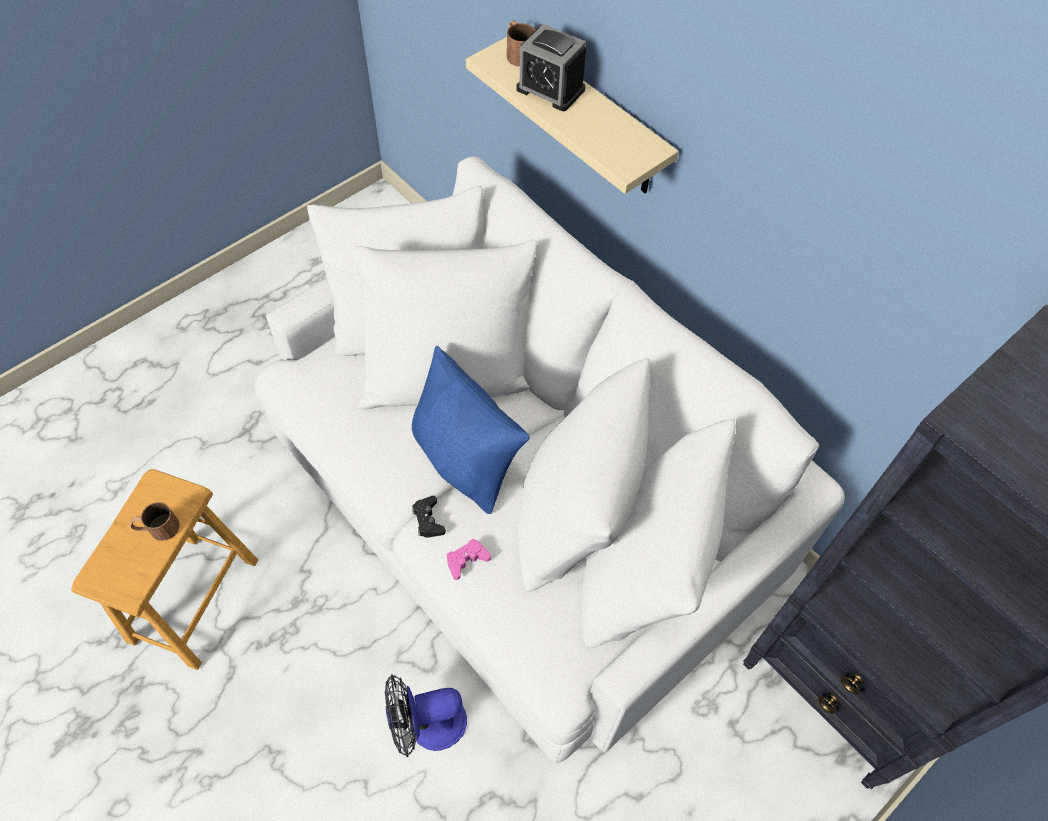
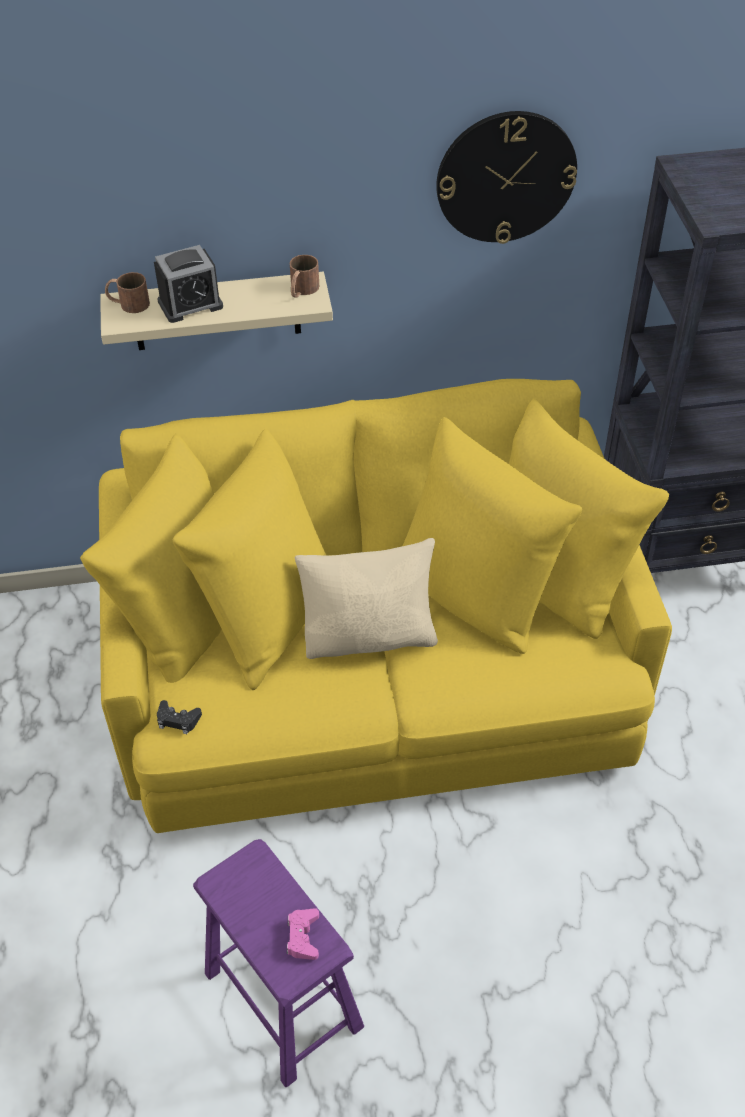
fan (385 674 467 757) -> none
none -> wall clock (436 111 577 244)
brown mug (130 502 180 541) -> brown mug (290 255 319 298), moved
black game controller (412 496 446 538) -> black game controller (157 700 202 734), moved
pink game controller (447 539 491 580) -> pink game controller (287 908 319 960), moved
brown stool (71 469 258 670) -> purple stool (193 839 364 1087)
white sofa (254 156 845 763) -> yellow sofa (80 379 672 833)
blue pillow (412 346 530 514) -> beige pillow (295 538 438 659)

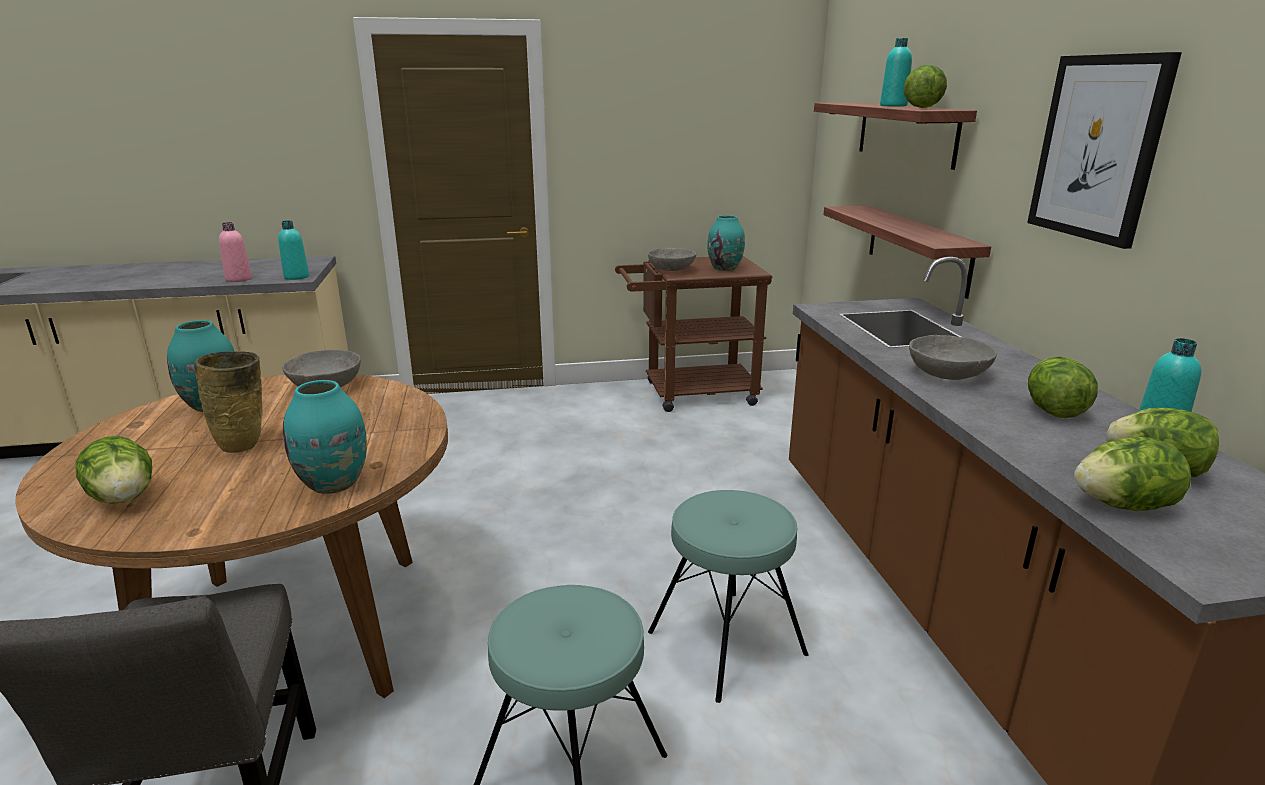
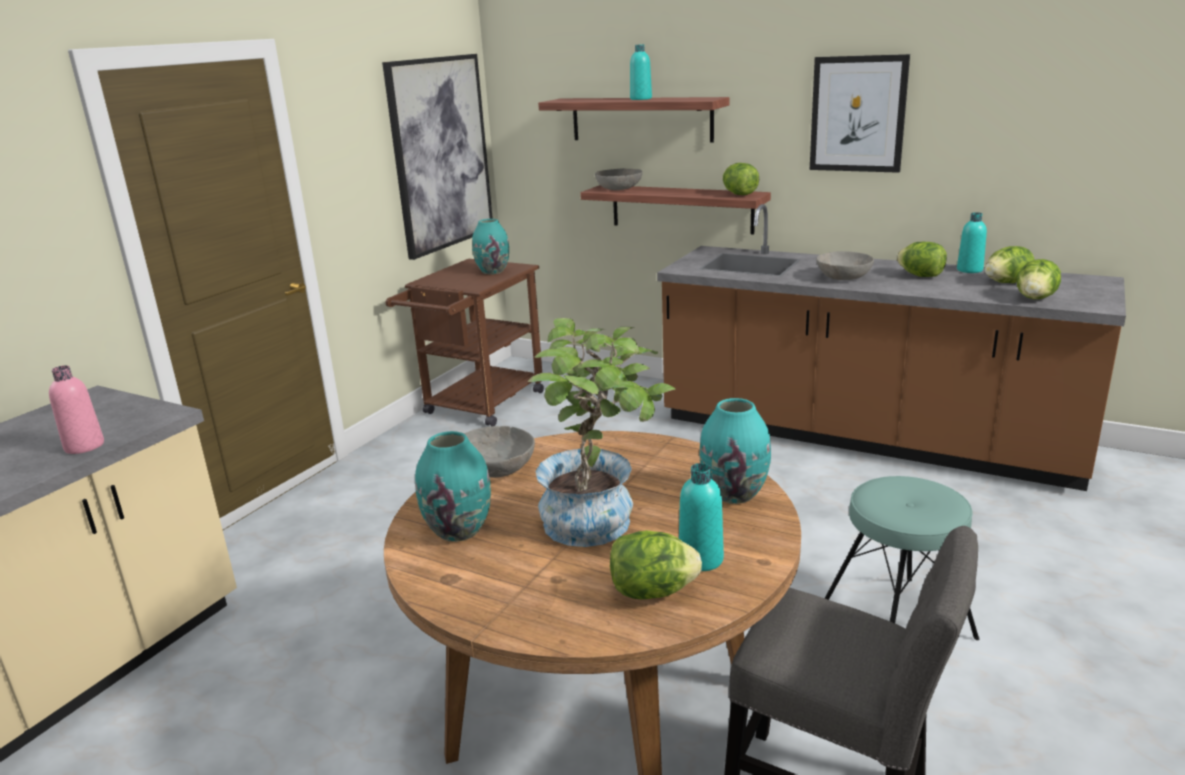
turquoise stool (648 490 809 703) -> none
none -> picture (382 54 493 260)
turquoise bottle (278 220 309 280) -> turquoise bottle (679 463 724 571), moved
grey bowl (648 248 696 271) -> grey bowl (595 168 643 190), moved
lettuce (904 65 947 108) -> lettuce (722 163 759 195), moved
beige vase (194 351 263 453) -> potted plant (528 318 675 547)

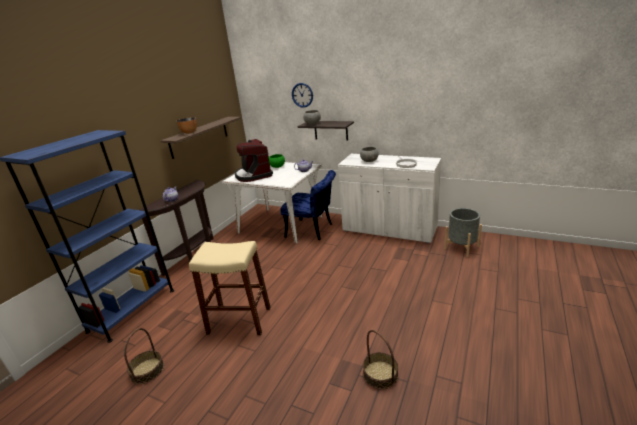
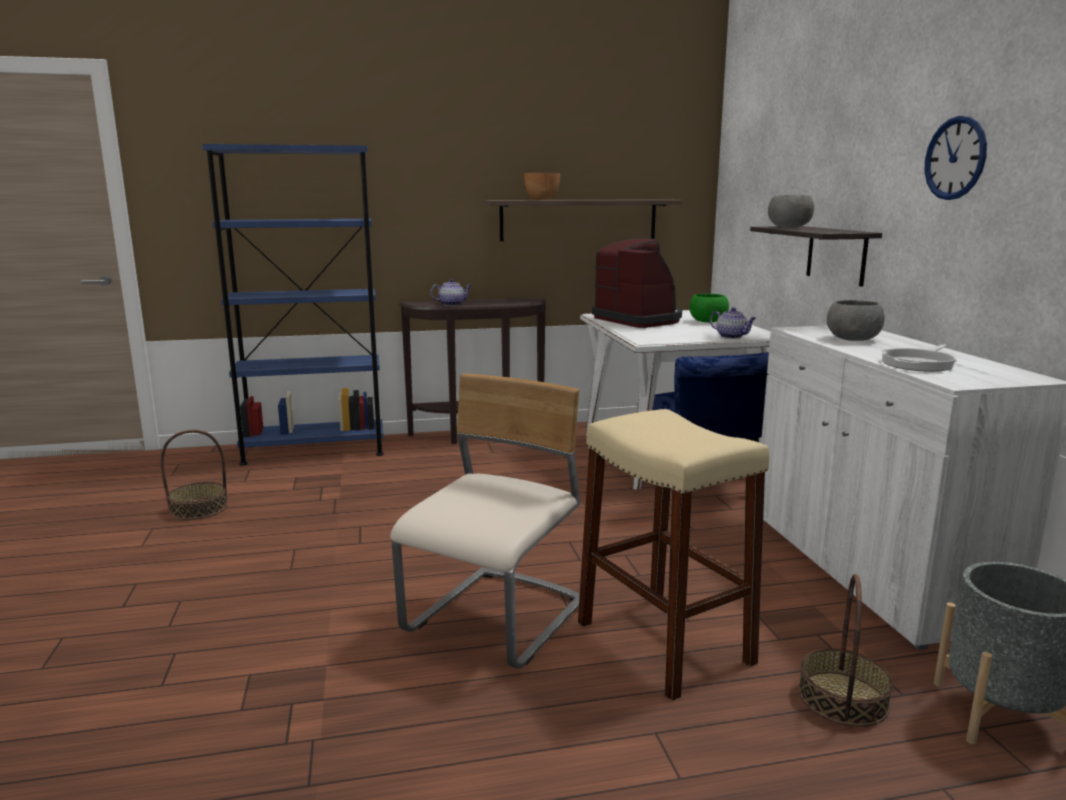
none -> beige chair (390 373 580 669)
beige stool (189 241 270 335) -> beige stool (578 409 770 701), moved
wall clock (292 83 313 108) -> wall clock (925 116 987 200), moved
basket (363 330 398 389) -> basket (798 574 893 727), moved
coffee machine (235 139 273 182) -> coffee machine (592 238 682 328), 120 degrees clockwise

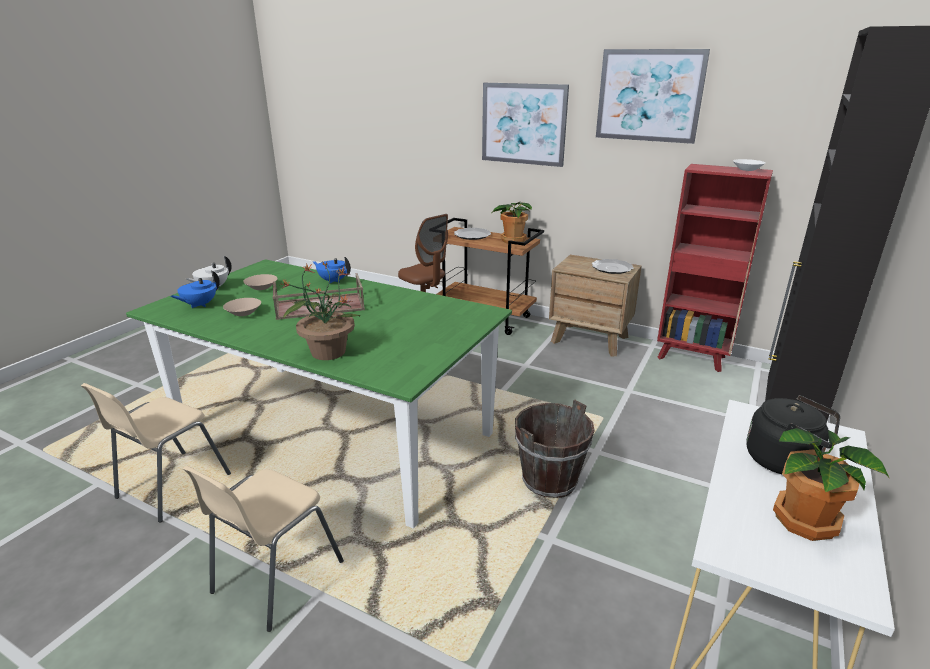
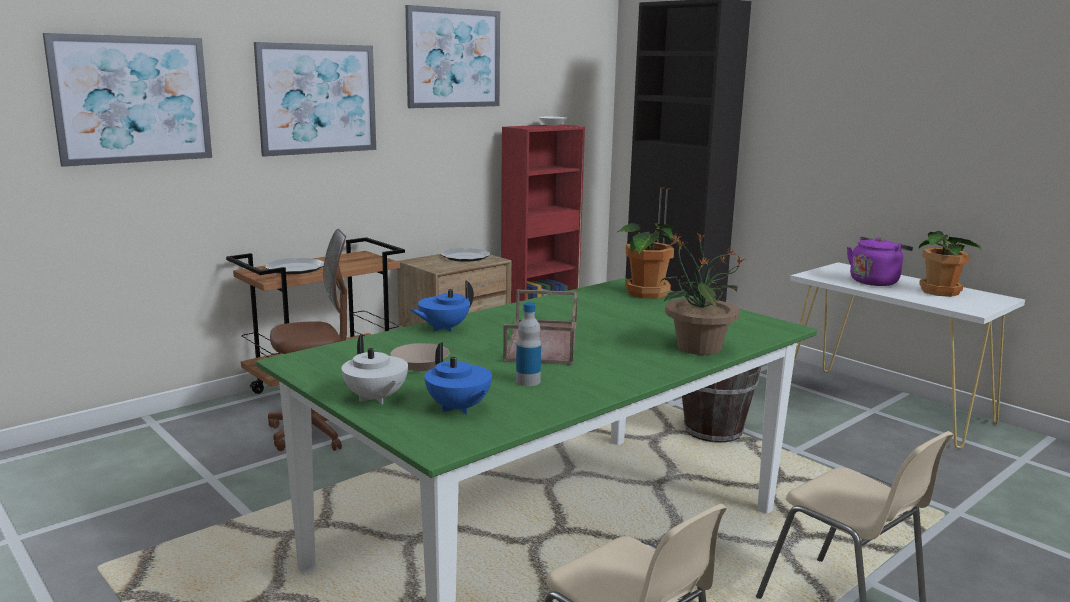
none -> picture (43 33 212 167)
potted plant (492 202 532 243) -> potted plant (617 223 680 298), moved
beige bowl (223 298 261 316) -> bottle (516 302 541 386)
black kettle (747 395 840 474) -> purple kettle (847 236 913 286)

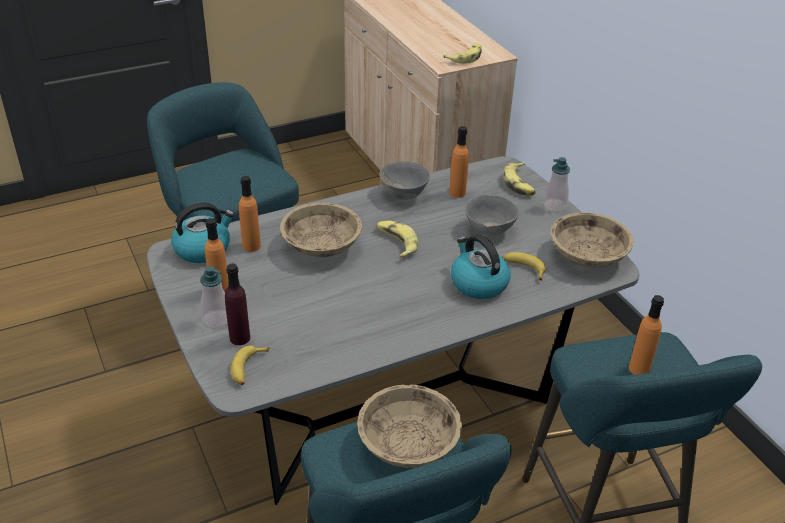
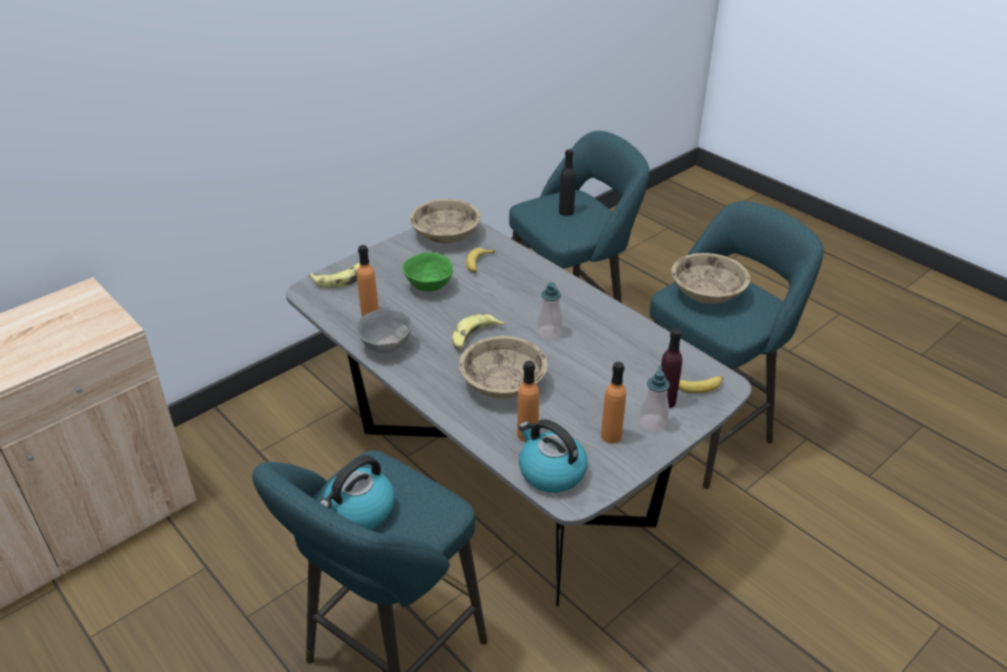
banana (443 43 482 64) -> none
kettle (451 234 511 299) -> kettle (320 455 395 530), moved
soap dispenser (543 157 570 212) -> soap dispenser (537 282 563 340), moved
grey bowl (465 195 519 236) -> green bowl (402 252 453 292)
orange bottle (629 295 664 375) -> black bottle (559 149 576 216)

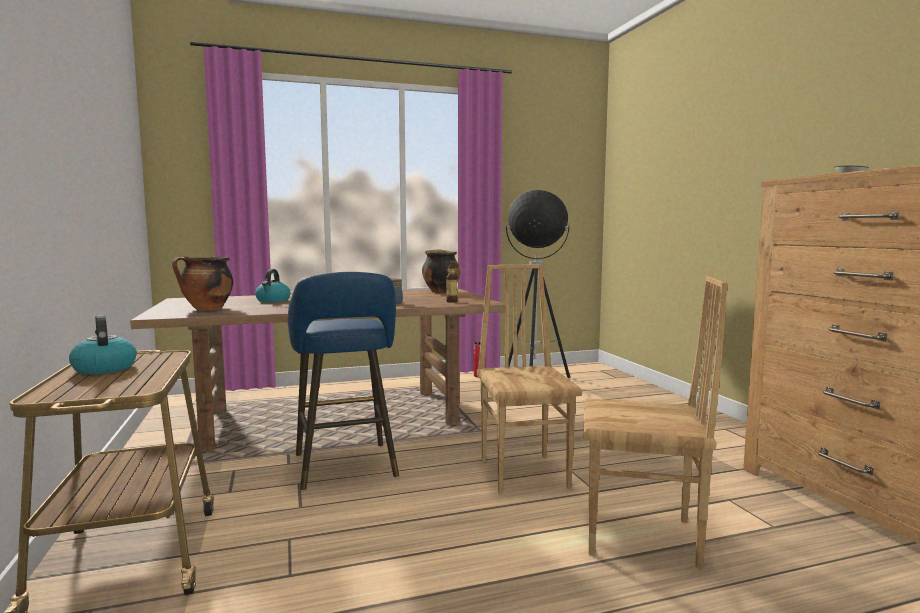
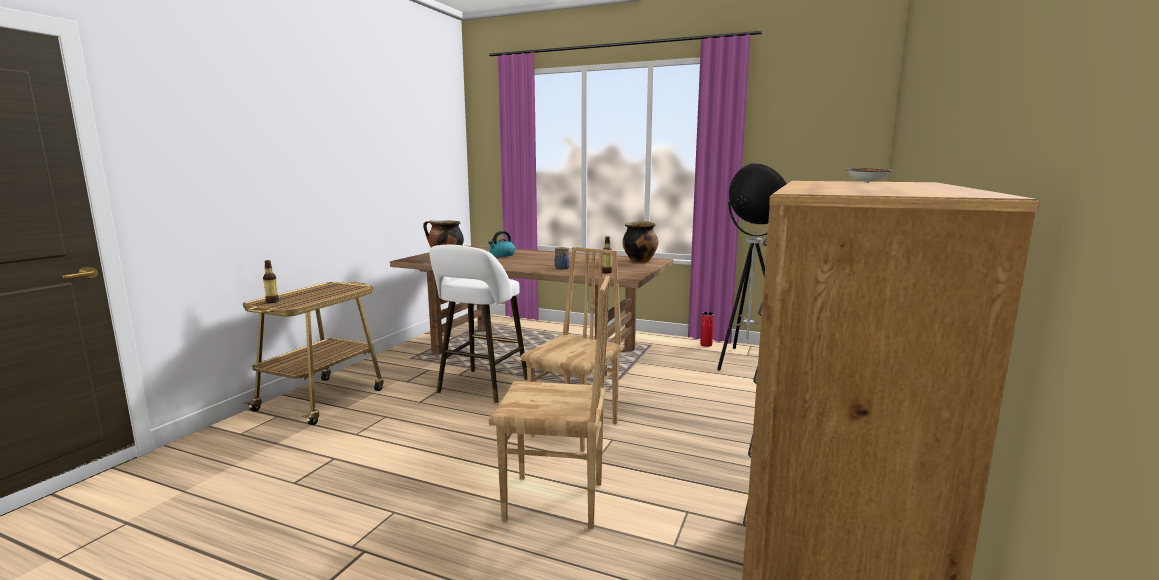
kettle (69 315 137 374) -> none
none -> bottle (263 260 279 303)
blue stool (288 272 399 490) -> white stool (429 245 527 403)
brown chair (583 276 728 569) -> brown chair (489 275 610 529), 45 degrees counterclockwise

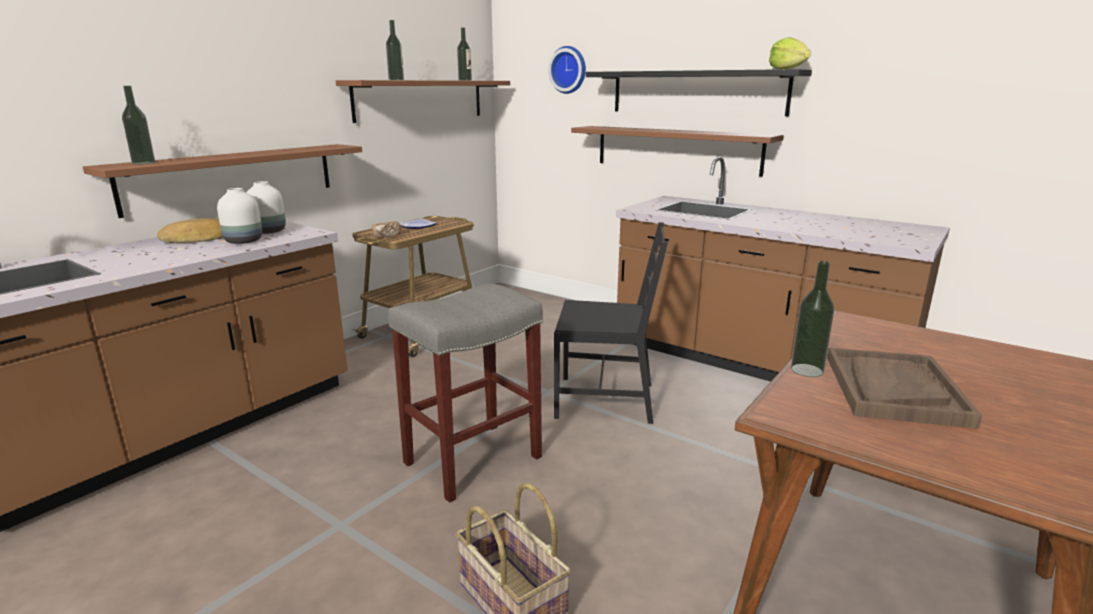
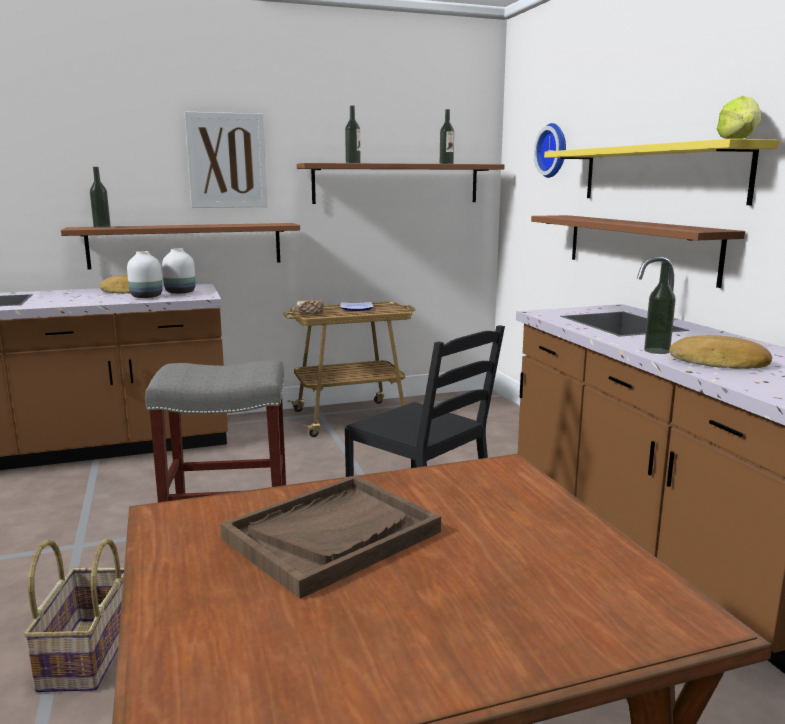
none -> picture (185 112 267 208)
none -> bread (669 335 772 369)
bottle (791 261 834 377) -> bottle (644 261 676 354), moved
black shelf (586 69 812 116) -> yellow shelf (544 139 779 205)

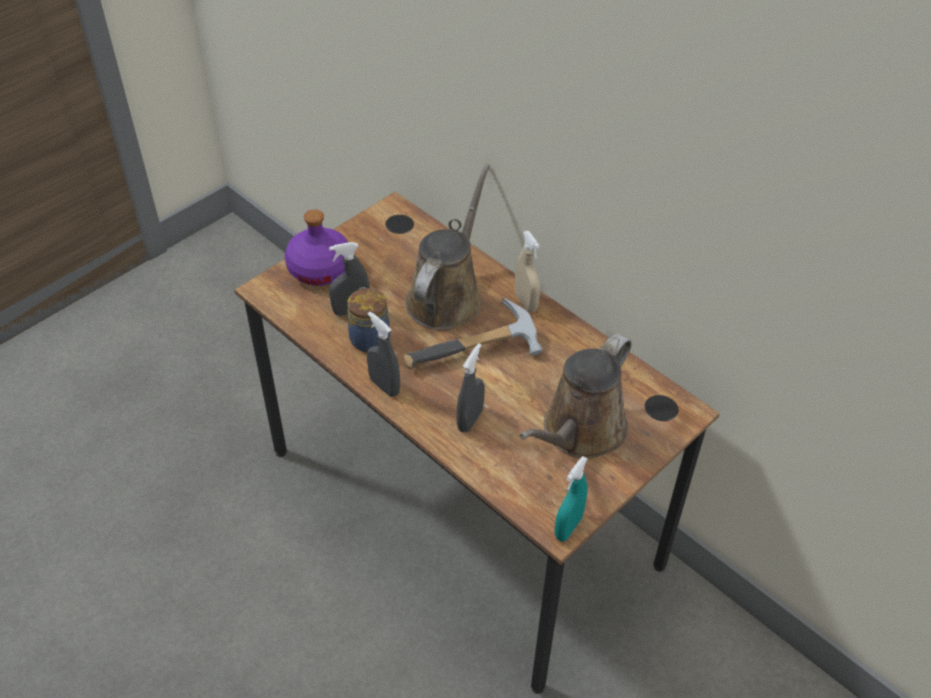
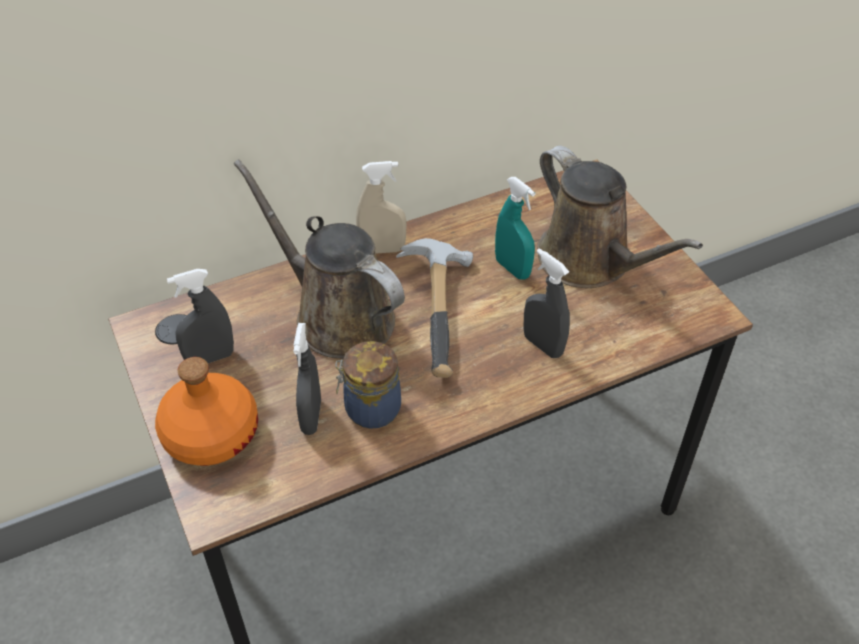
grey spray bottle (367 312 400 397) -> grey spray bottle (167 269 234 363), moved
turquoise spray bottle (554 456 587 542) -> turquoise spray bottle (495 177 535 280), moved
purple bottle (285 210 349 286) -> orange bottle (155 357 258 466)

